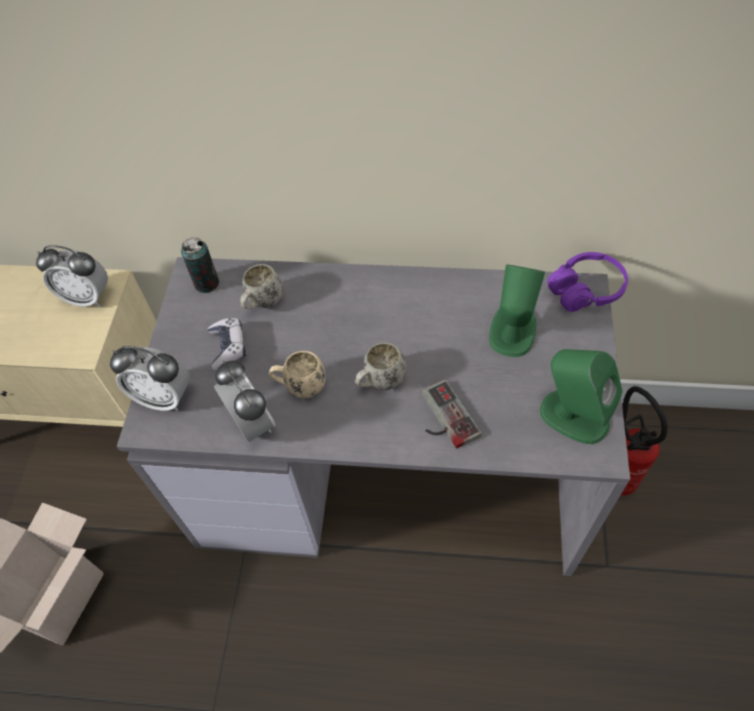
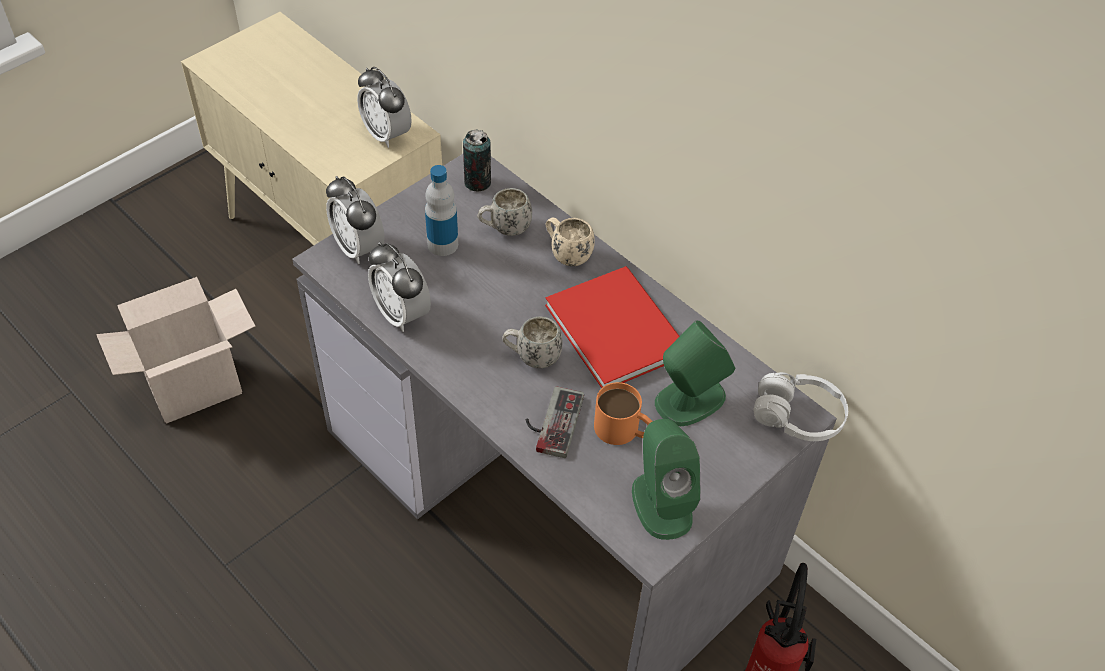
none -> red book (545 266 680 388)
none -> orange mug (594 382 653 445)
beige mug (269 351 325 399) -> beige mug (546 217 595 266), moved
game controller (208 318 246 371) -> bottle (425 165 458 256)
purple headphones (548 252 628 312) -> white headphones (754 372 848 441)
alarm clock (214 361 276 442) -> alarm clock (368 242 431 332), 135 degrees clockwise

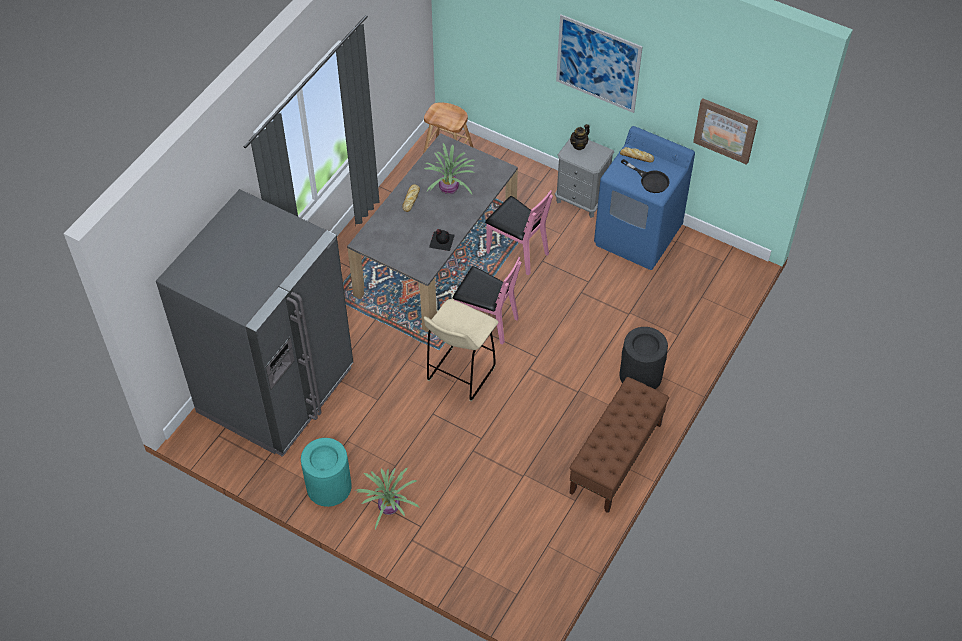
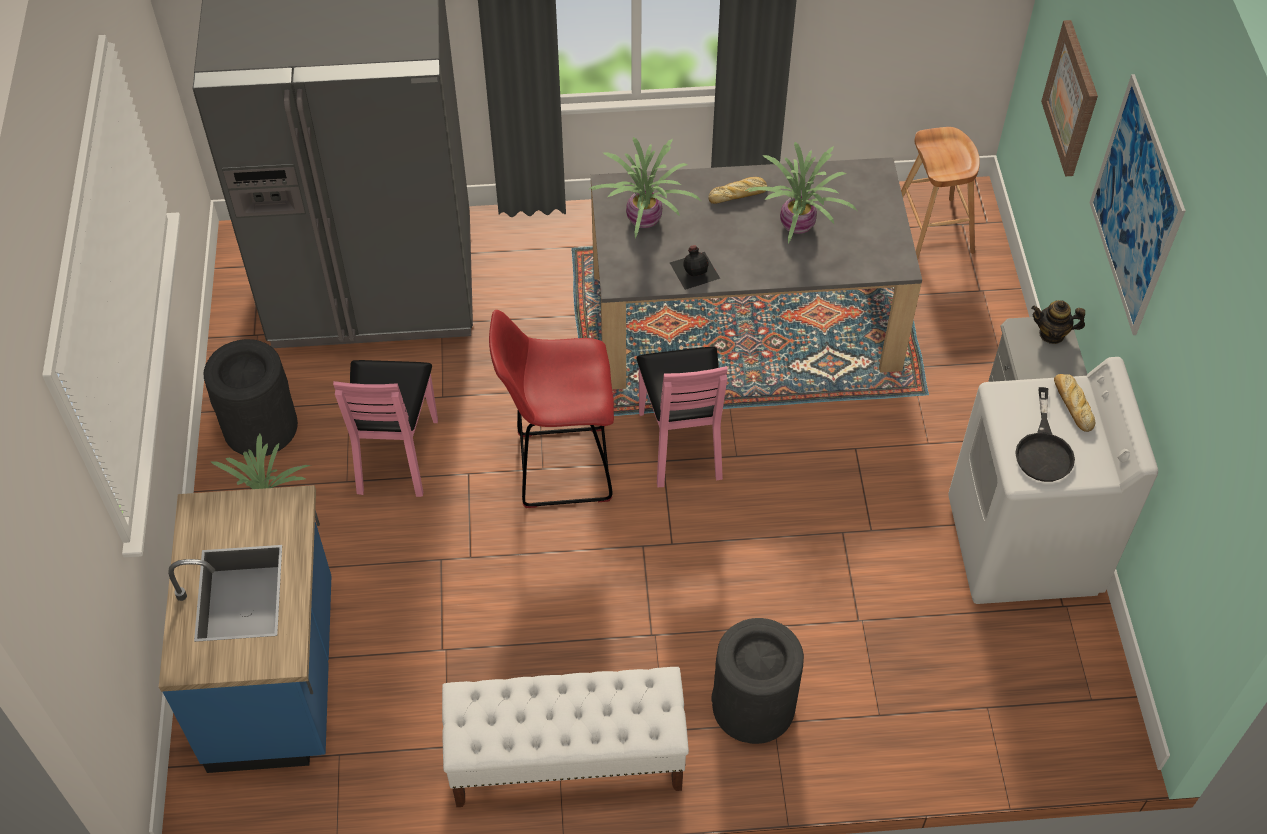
none -> blue counter (159 485 331 773)
none -> potted plant (589 137 701 239)
pink chair (485 190 553 275) -> pink chair (333 360 438 497), moved
picture (693 98 758 165) -> picture (1041 20 1098 176), moved
turquoise trash can (301 438 352 507) -> black trash can (204 339 298 457)
beige stool (424 299 498 402) -> red stool (489 310 614 508)
brown bench (570 377 669 513) -> white bench (442 667 689 807)
blue washing machine (594 126 695 270) -> white washing machine (948 357 1158 604)

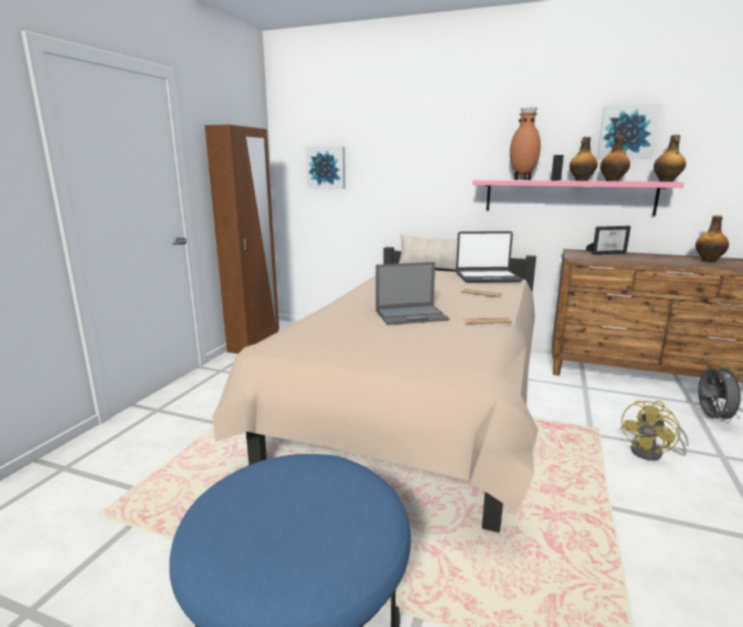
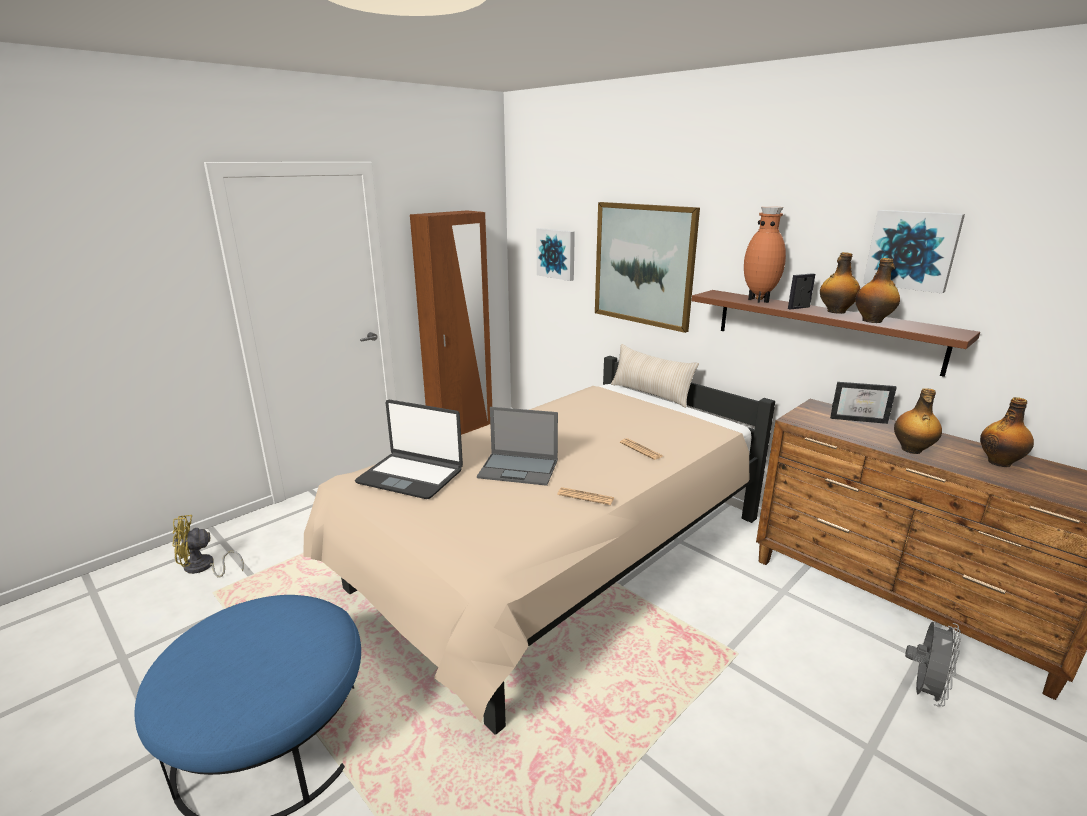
none -> picture (595 202 700 333)
laptop (456 231 523 283) -> laptop (355 400 463 499), moved
yellow fan (620 401 688 461) -> yellow fan (172 515 244 578), moved
bottle (654 135 686 182) -> bottle (894 388 942 454), moved
pink shelf (473 179 684 216) -> brown shelf (692 290 980 377)

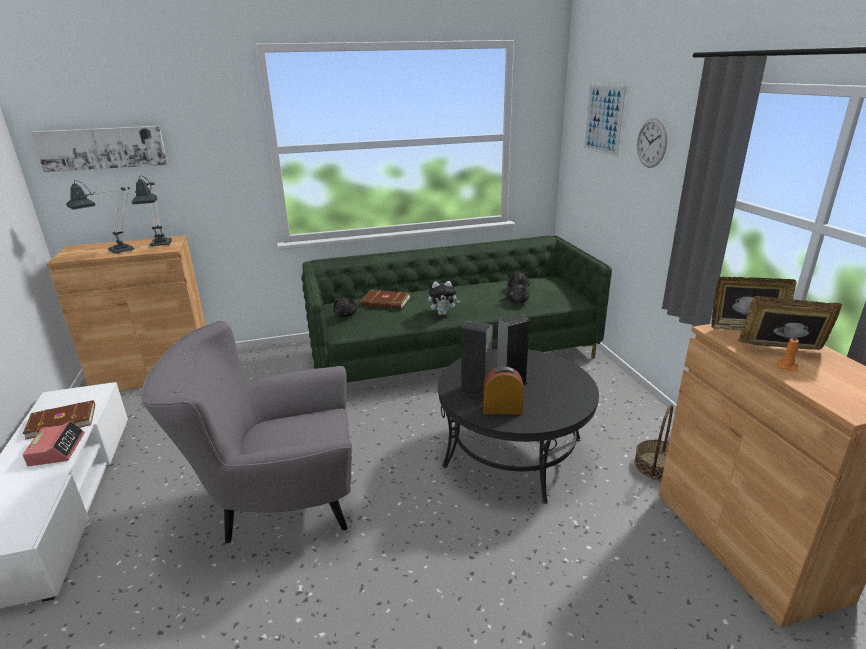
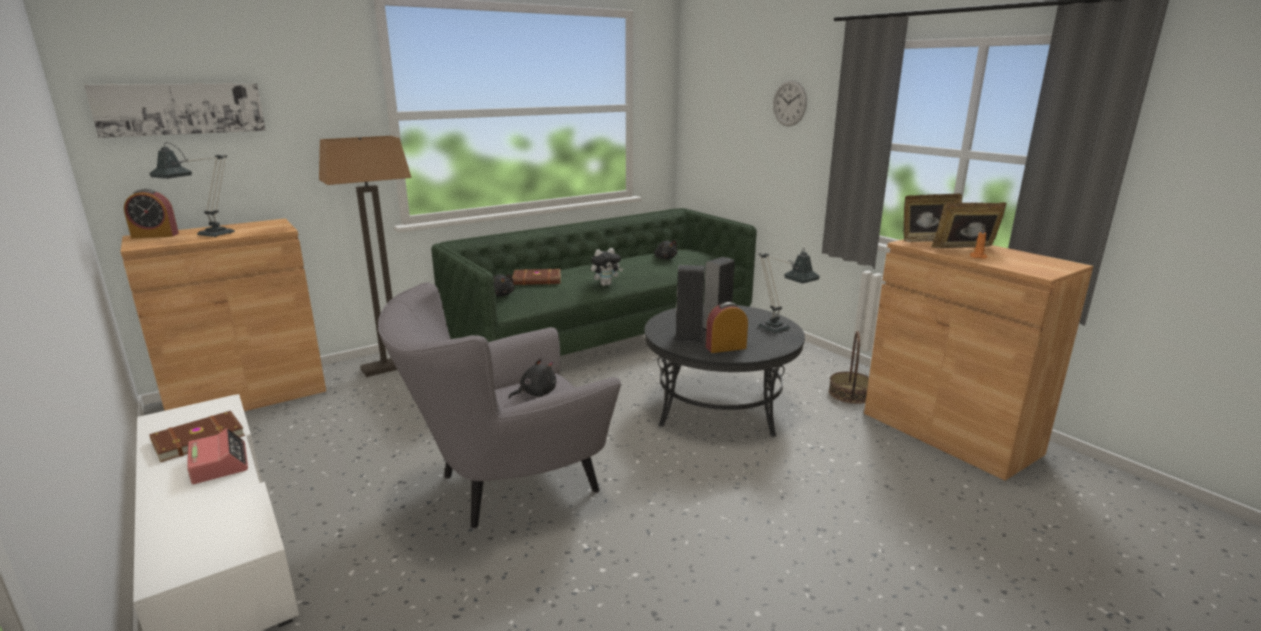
picture (584 84 626 157) -> none
none -> alarm clock (124 189 179 238)
none -> floor lamp (319 136 412 377)
table lamp (131 176 172 247) -> table lamp (758 248 820 333), moved
black plush toy (499 281 529 304) -> black plush toy (508 358 556 399), moved

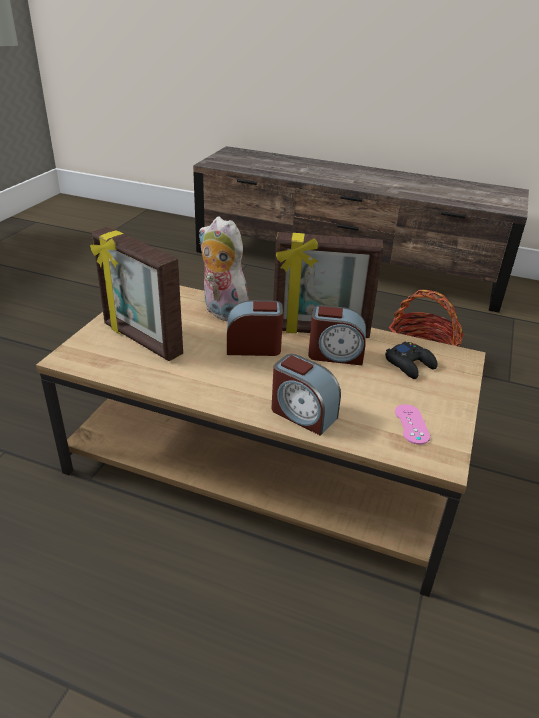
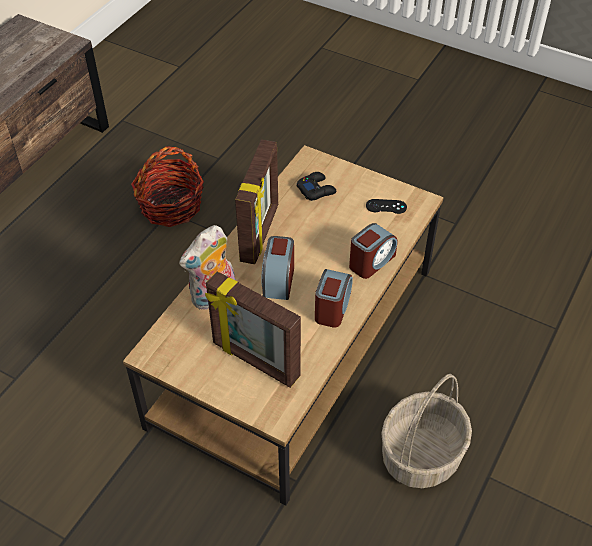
none -> basket (381 374 472 488)
alarm clock (308 305 366 365) -> alarm clock (315 269 353 328), moved
pink game controller (395 404 430 445) -> black game controller (366 199 407 214)
picture frame (90 227 183 361) -> picture frame (205 271 301 388), 75 degrees clockwise

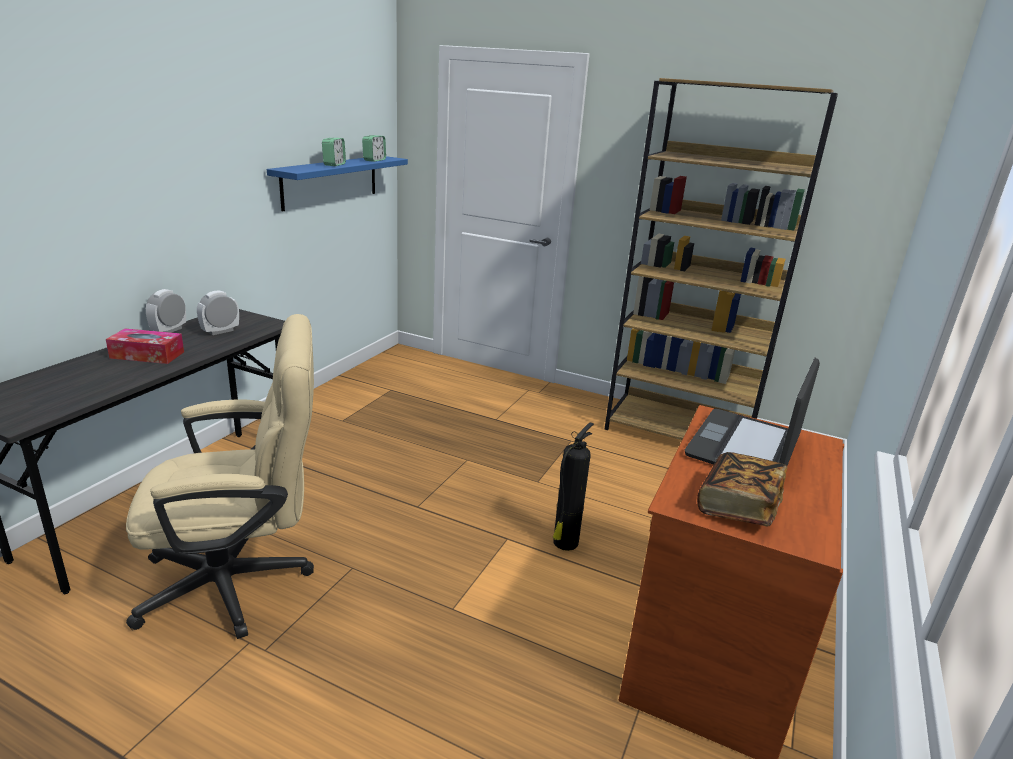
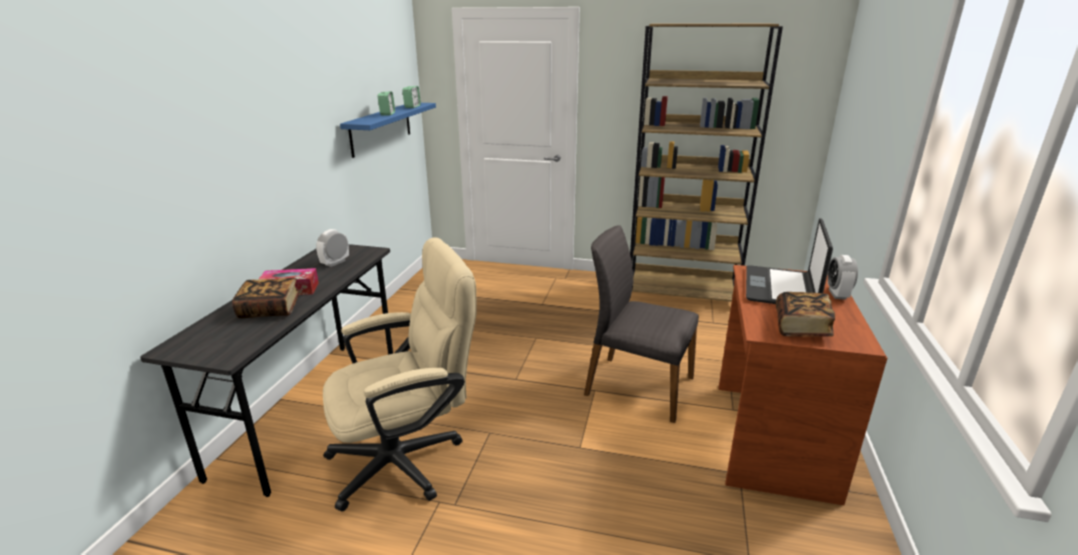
none -> book (232 278 300 318)
alarm clock (146 289 186 333) -> alarm clock (828 255 858 300), moved
fire extinguisher (553 422 594 551) -> grey chair (584 225 699 423)

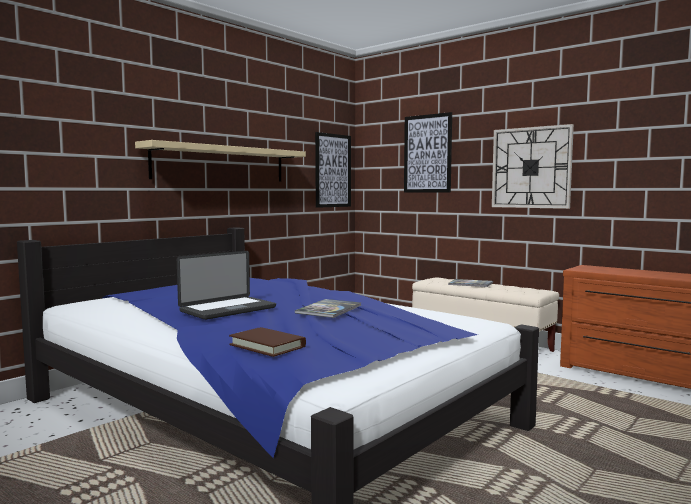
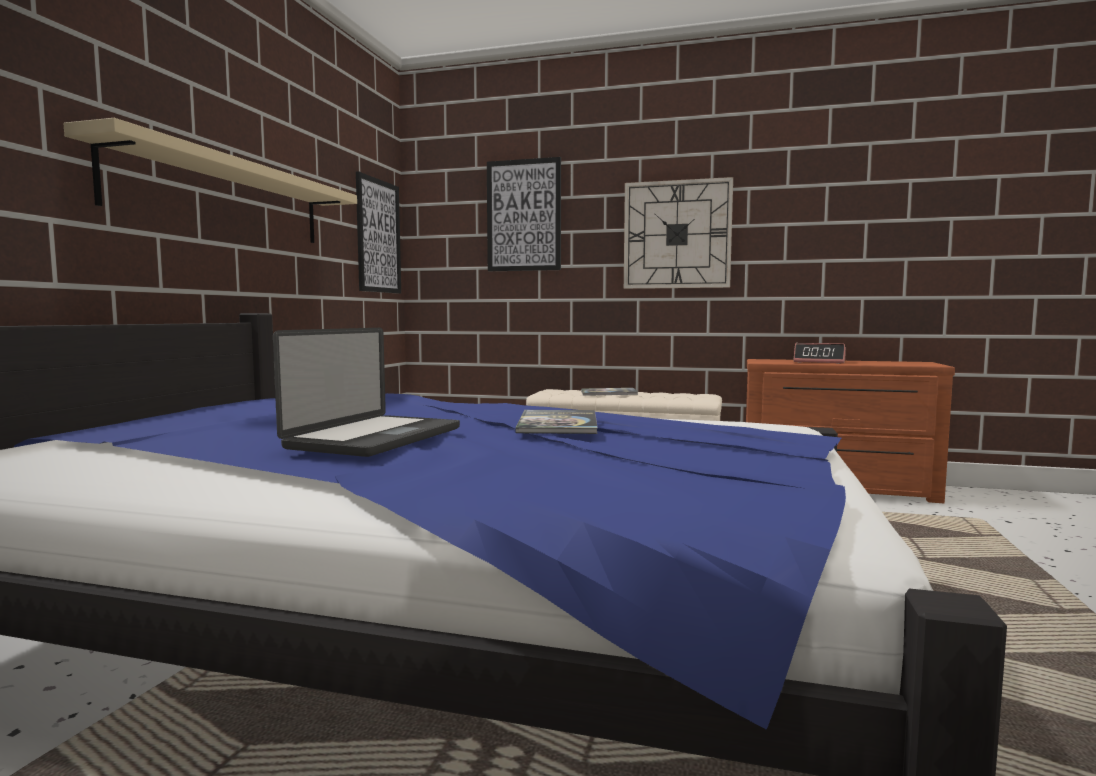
brown book (229 327 306 357) -> none
none -> alarm clock (793 343 846 364)

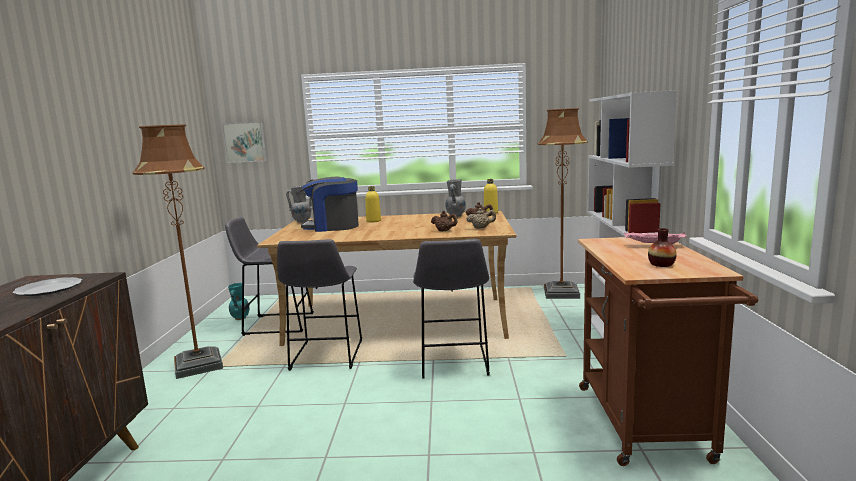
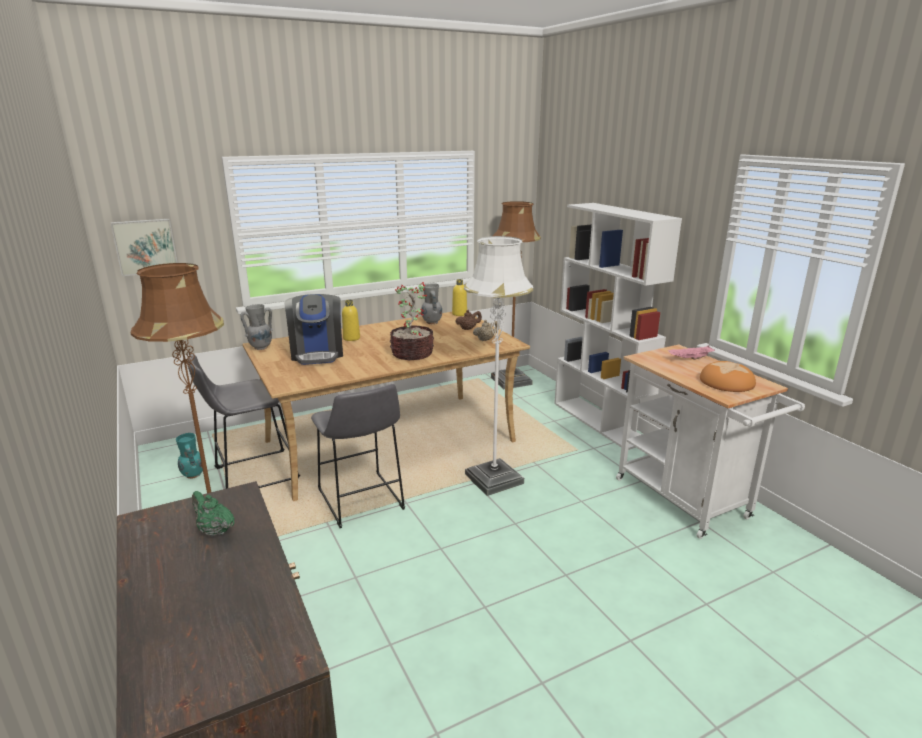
brown teapot (431 210 458 231) -> none
none -> potted plant (390 282 434 360)
plate (13 277 82 296) -> green teapot (192 491 235 537)
grey stool (413 239 490 379) -> white floor lamp (464 236 533 496)
vase (648 228 677 267) -> bread (700 361 756 392)
brown cart (578 237 758 466) -> white cart (616 345 805 539)
coffee machine (299 176 359 232) -> coffee machine (284 294 343 365), 75 degrees counterclockwise

